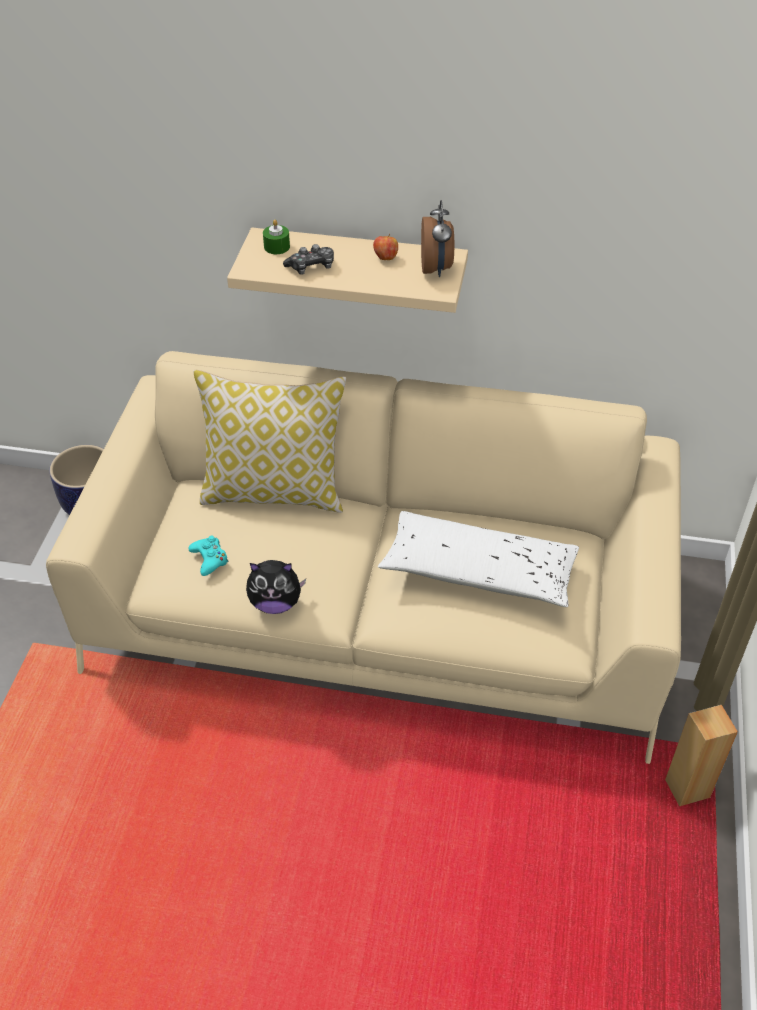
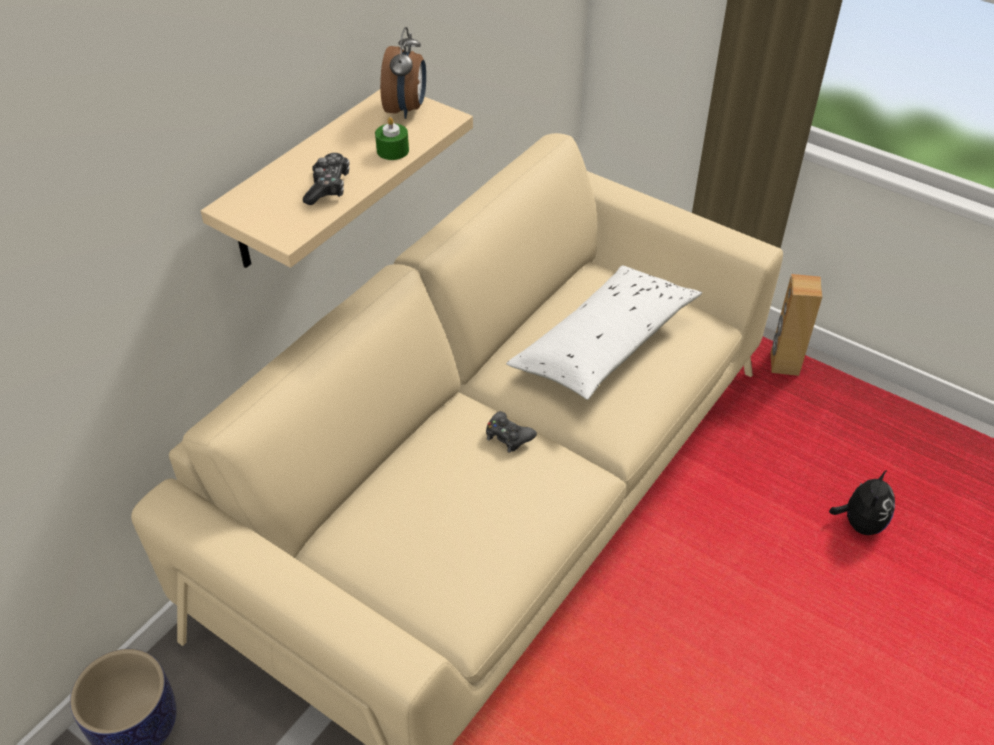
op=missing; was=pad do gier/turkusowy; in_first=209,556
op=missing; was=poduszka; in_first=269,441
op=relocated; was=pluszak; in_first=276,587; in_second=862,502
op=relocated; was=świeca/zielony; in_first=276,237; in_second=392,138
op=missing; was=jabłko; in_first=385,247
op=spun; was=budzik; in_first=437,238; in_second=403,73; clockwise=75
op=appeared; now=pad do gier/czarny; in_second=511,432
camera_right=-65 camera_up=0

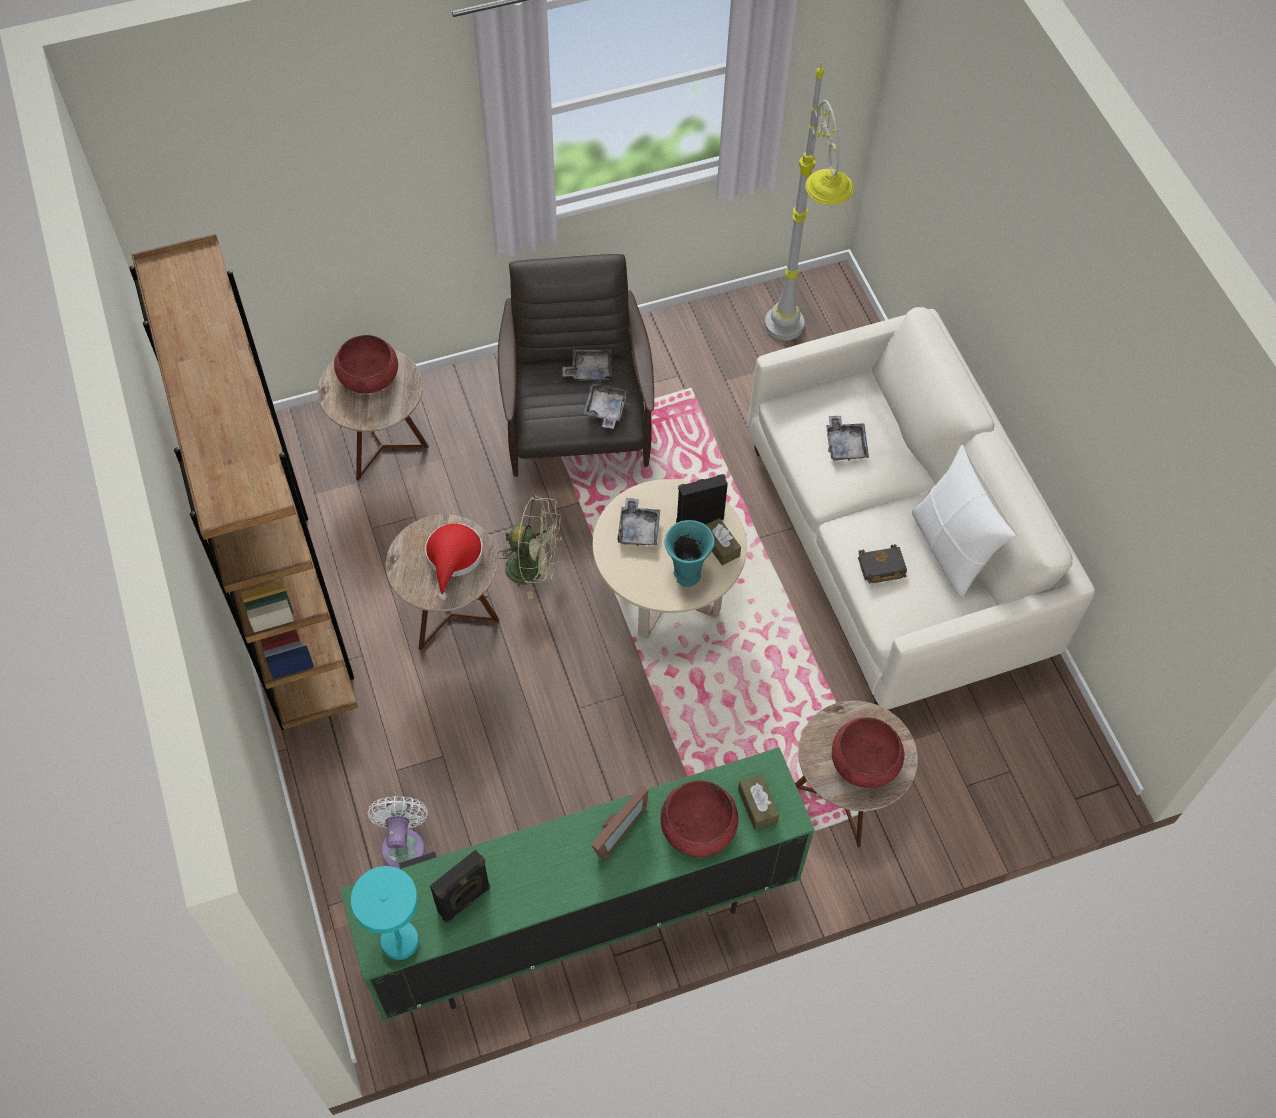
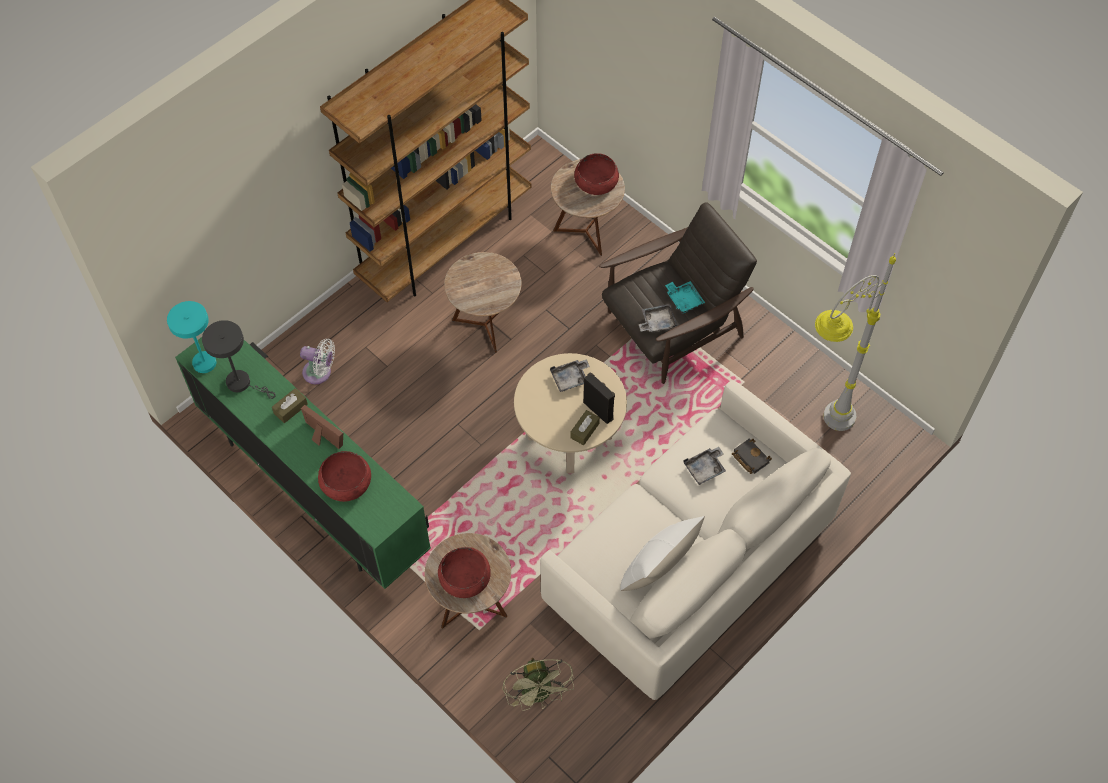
op=spun; was=wentylator/biały; in_first=398,832; in_second=317,361; clockwise=45
op=missing; was=kapelusz/czerwony; in_first=454,561
op=exchanged; was=głośnik/czarny; now=lampa stołowa/szary; in_first=460,886; in_second=239,359
op=relocated; was=wentylator/zielony; in_first=529,547; in_second=538,684
op=colour; was=taca/szary; now=taca/turkusowy; in_first=587,365; in_second=685,297
op=spun; was=ramka na zdjęcie; in_first=619,822; in_second=322,427; clockwise=-150
op=missing; was=wazon/turkusowy; in_first=689,553
op=relocated; was=pudełko chusteczek/brązowy; in_first=758,802; in_second=290,405
op=relocated; was=książka/czarny; in_first=882,564; in_second=752,456
camera_right=65 camera_up=0

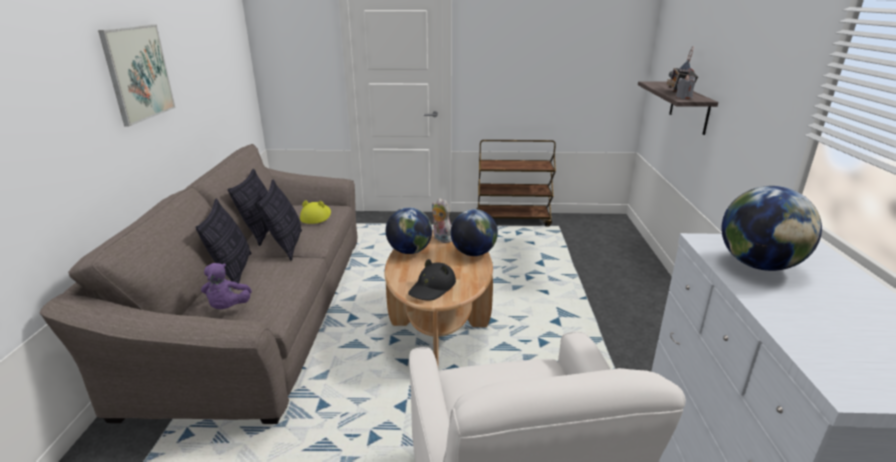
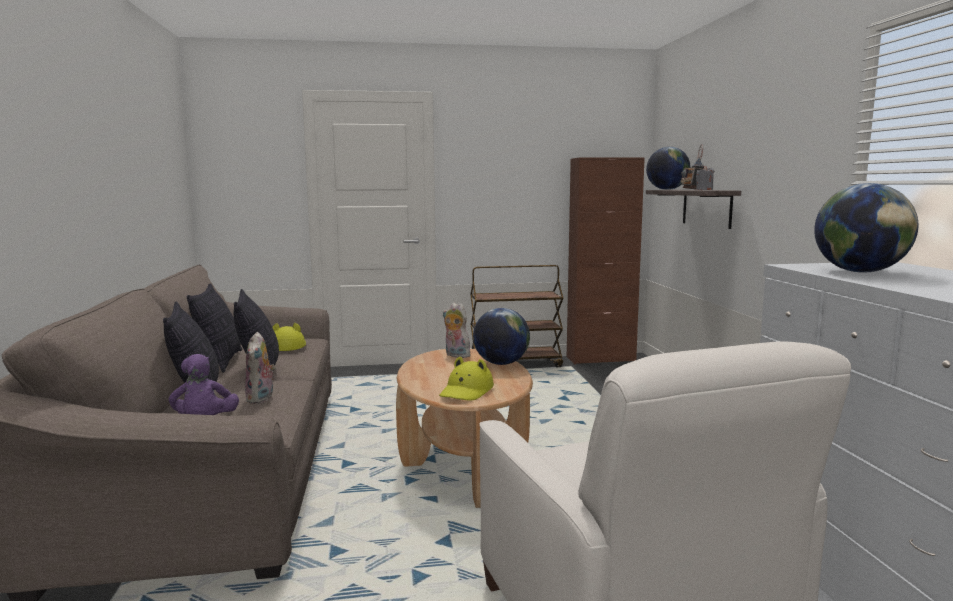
op=missing; was=obraz; in_first=137,75
op=relocated; was=globus; in_first=409,230; in_second=668,168
op=colour; was=kapelusz/czarny; now=kapelusz/żółty; in_first=432,279; in_second=466,379
op=appeared; now=pluszak; in_second=260,368
op=appeared; now=szafka/brązowy; in_second=606,261
camera_right=-10 camera_up=-15

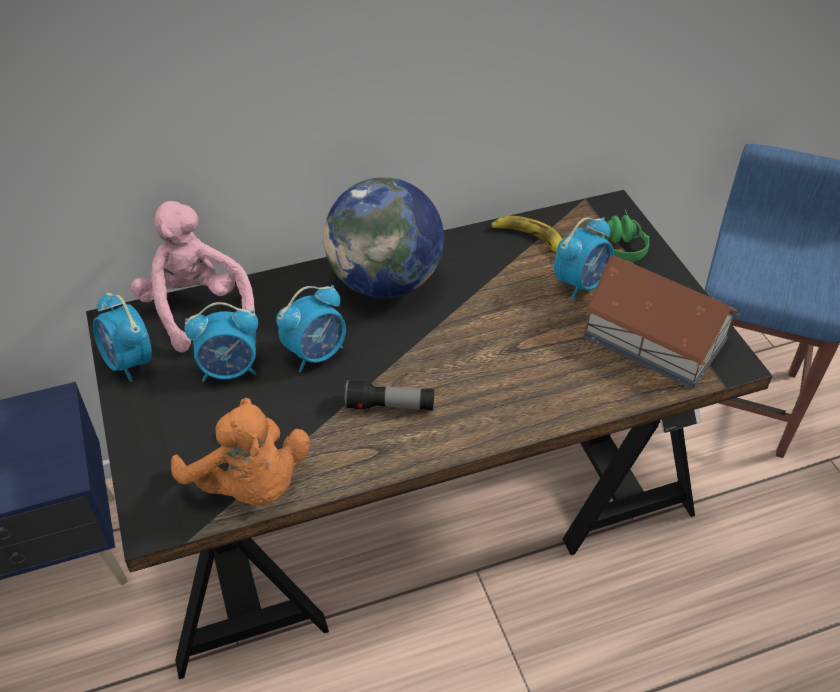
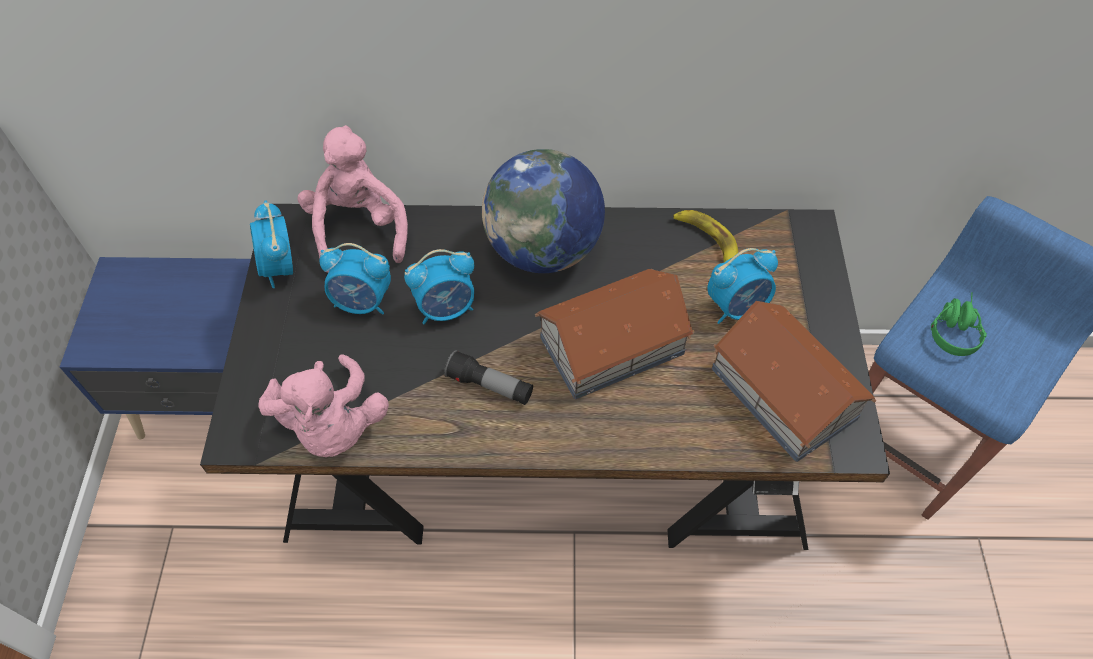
op=colour; was=pluszak/pomarańczowy; now=pluszak/różowy; in_first=240,452; in_second=323,405
op=relocated; was=słuchawki/zielony; in_first=626,235; in_second=959,324
op=appeared; now=domek; in_second=615,334
camera_right=20 camera_up=10

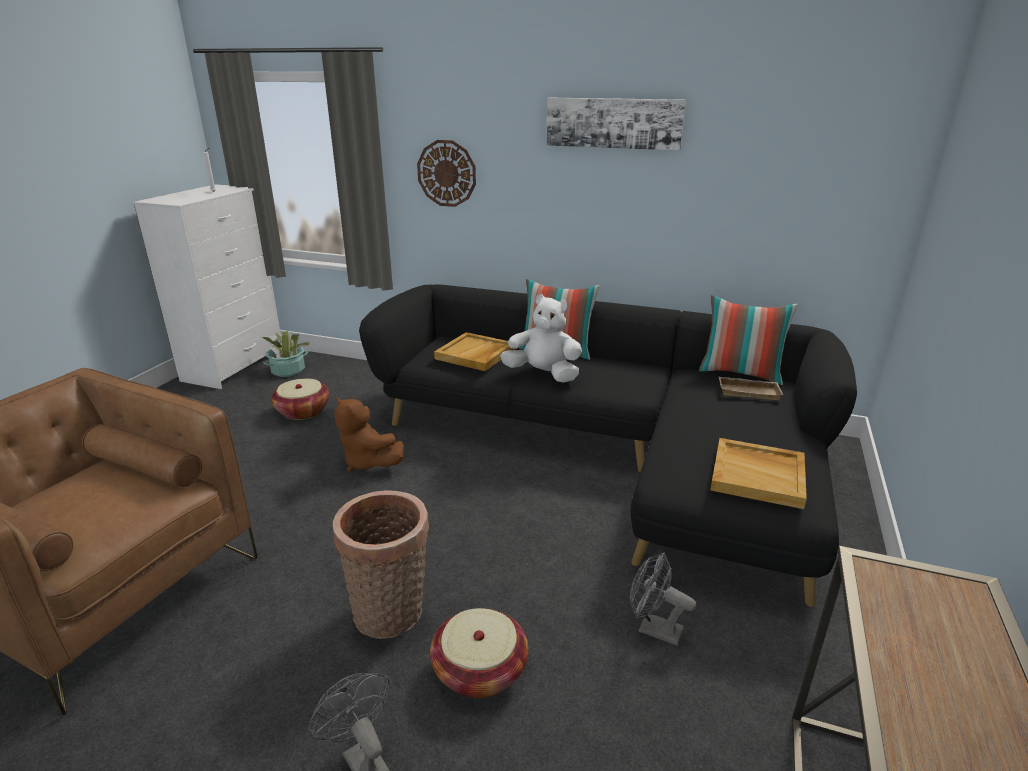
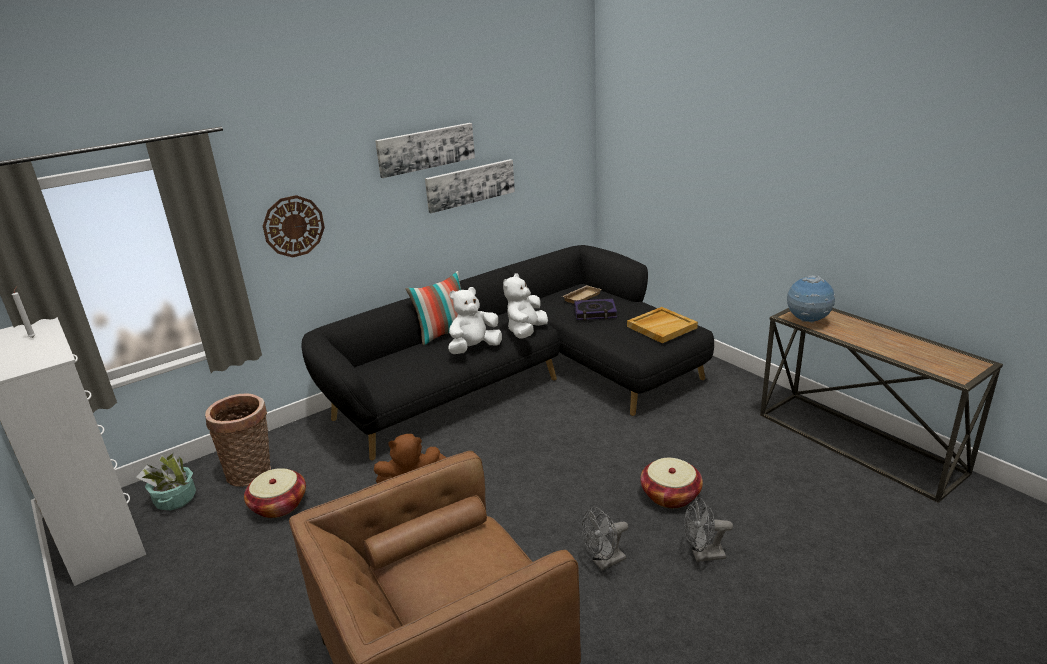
op=relocated; was=koszyk; in_first=381,564; in_second=238,440
op=missing; was=taca/beżowy; in_first=474,351
op=relocated; was=wentylator/szary; in_first=663,599; in_second=605,538
op=missing; was=poduszka; in_first=748,340
op=appeared; now=obraz; in_second=470,186
op=appeared; now=pluszak/biały; in_second=525,306
op=appeared; now=książka; in_second=595,309
op=appeared; now=globus; in_second=811,299
camera_right=-55 camera_up=0

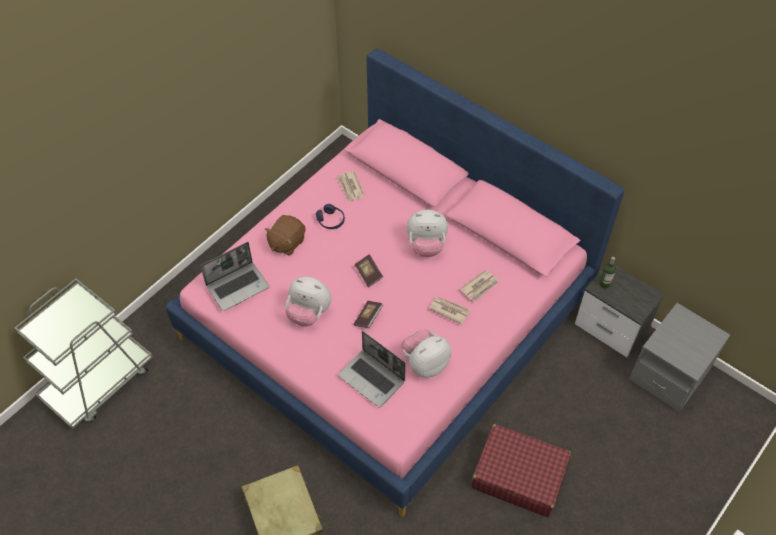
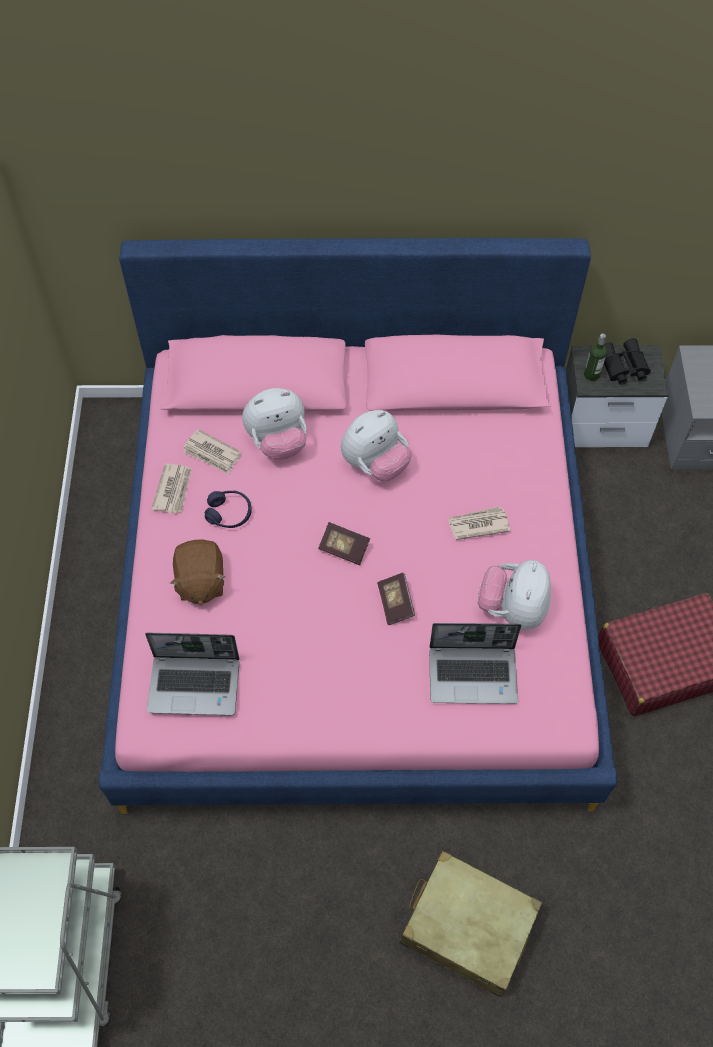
op=spun; was=laptop; in_first=235,276; in_second=192,674; clockwise=75
op=relocated; was=pluszak; in_first=308,301; in_second=274,424
op=relocated; was=gazeta; in_first=479,286; in_second=171,488
op=appeared; now=lornetka/czarny; in_second=627,361
camera_right=-40 camera_up=5

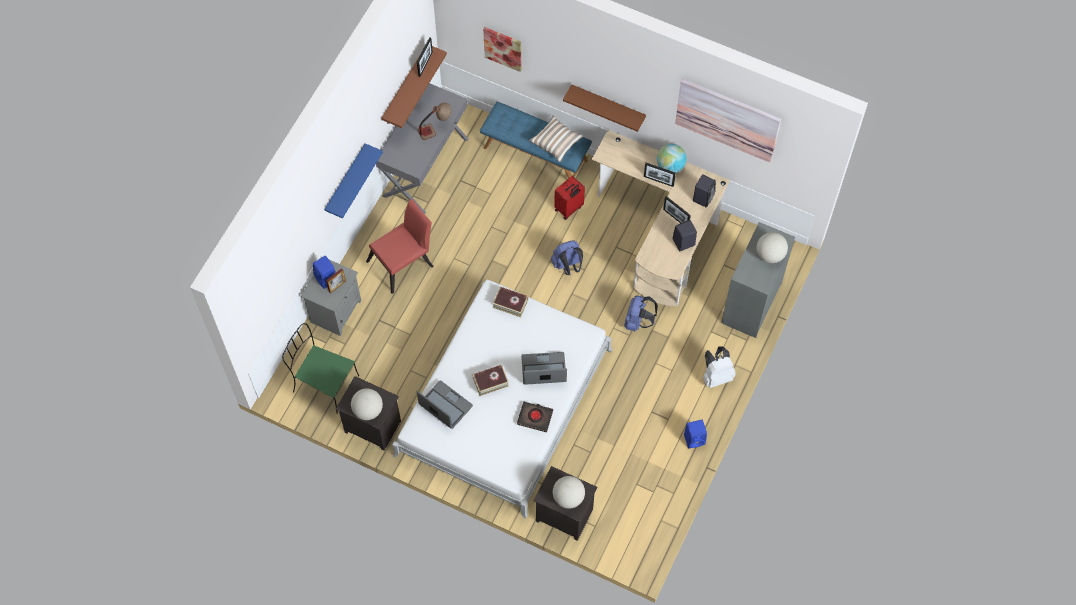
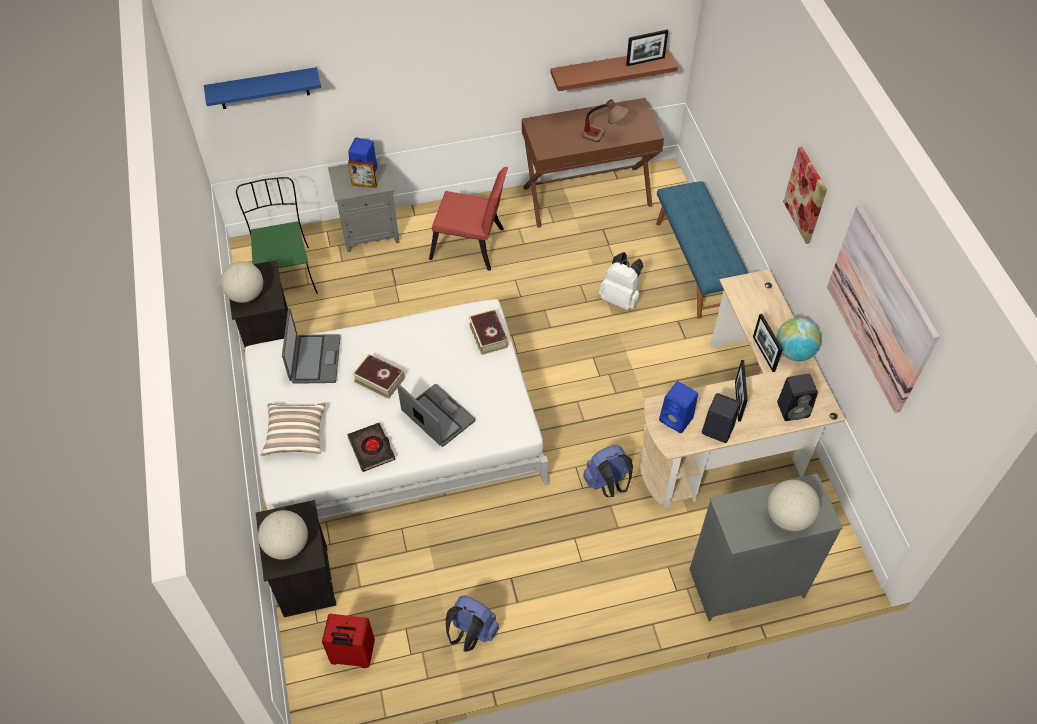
op=relocated; was=półka/niebieski; in_first=353,181; in_second=262,88
op=colour; was=stolik konsolowy/szary; now=stolik konsolowy/brązowy; in_first=422,148; in_second=593,163
op=relocated; was=obraz; in_first=502,49; in_second=805,195
op=relocated; was=poduszka; in_first=556,138; in_second=293,429
op=relocated; was=plecak/niebieski; in_first=567,257; in_second=472,623
op=relocated; was=walizka/czerwony; in_first=569,198; in_second=348,641
op=missing; was=półka/brązowy; in_first=604,108
op=relocated; was=głośnik/niebieski; in_first=695,434; in_second=678,407
op=relocated; was=plecak/biały; in_first=719,367; in_second=621,281
camera_right=50 camera_up=-10

